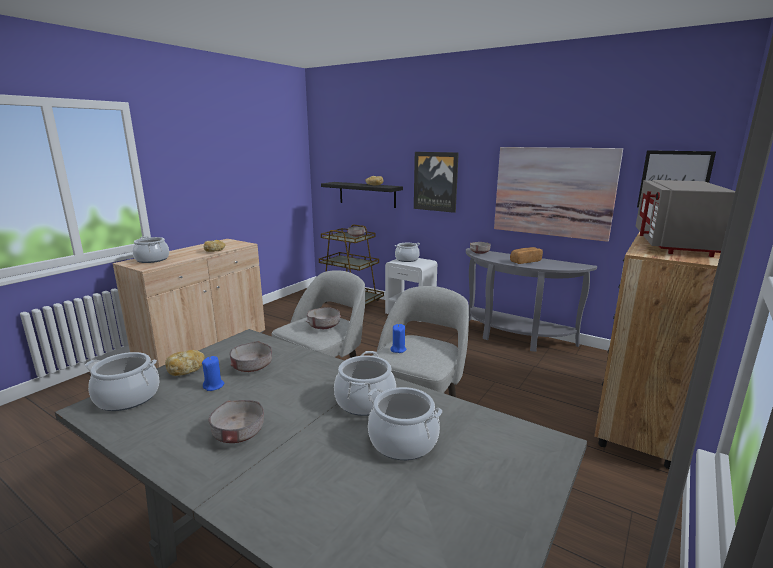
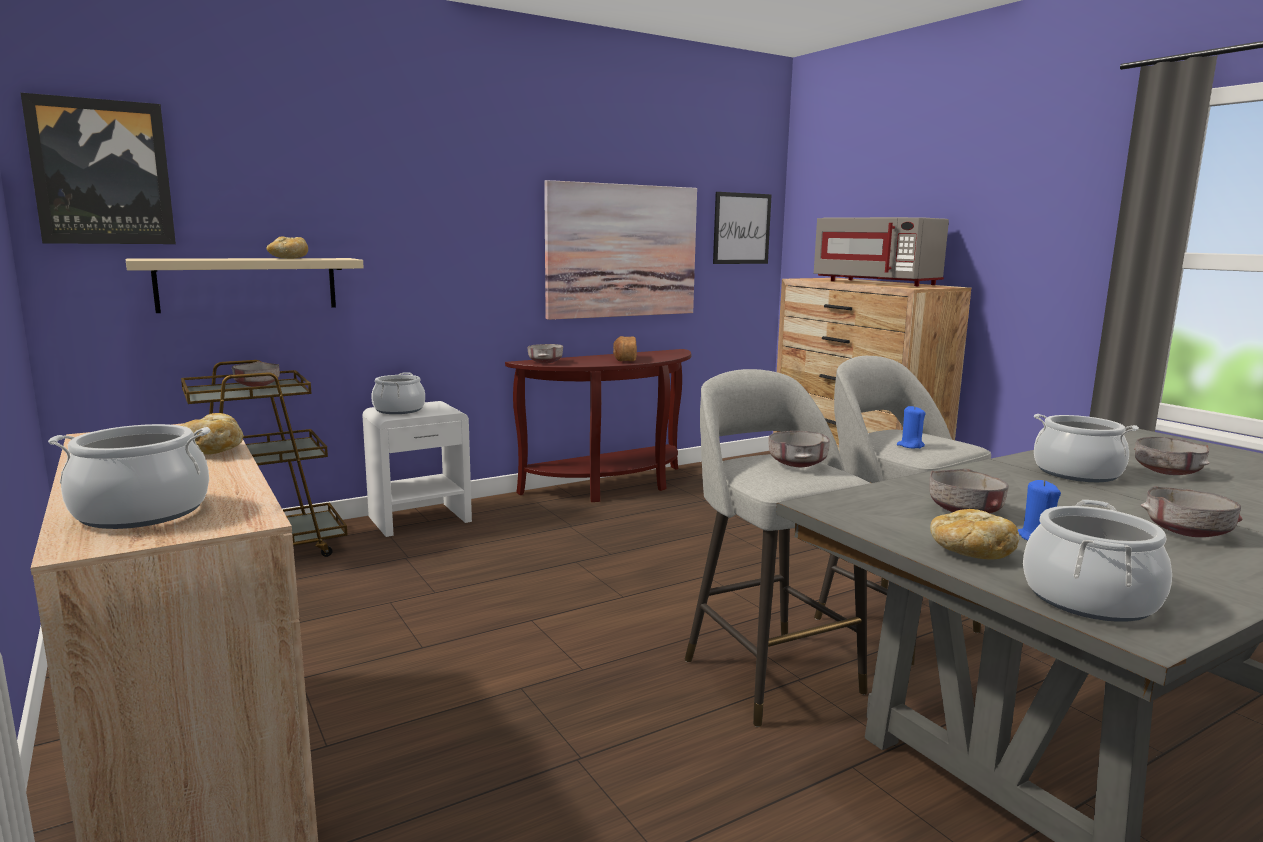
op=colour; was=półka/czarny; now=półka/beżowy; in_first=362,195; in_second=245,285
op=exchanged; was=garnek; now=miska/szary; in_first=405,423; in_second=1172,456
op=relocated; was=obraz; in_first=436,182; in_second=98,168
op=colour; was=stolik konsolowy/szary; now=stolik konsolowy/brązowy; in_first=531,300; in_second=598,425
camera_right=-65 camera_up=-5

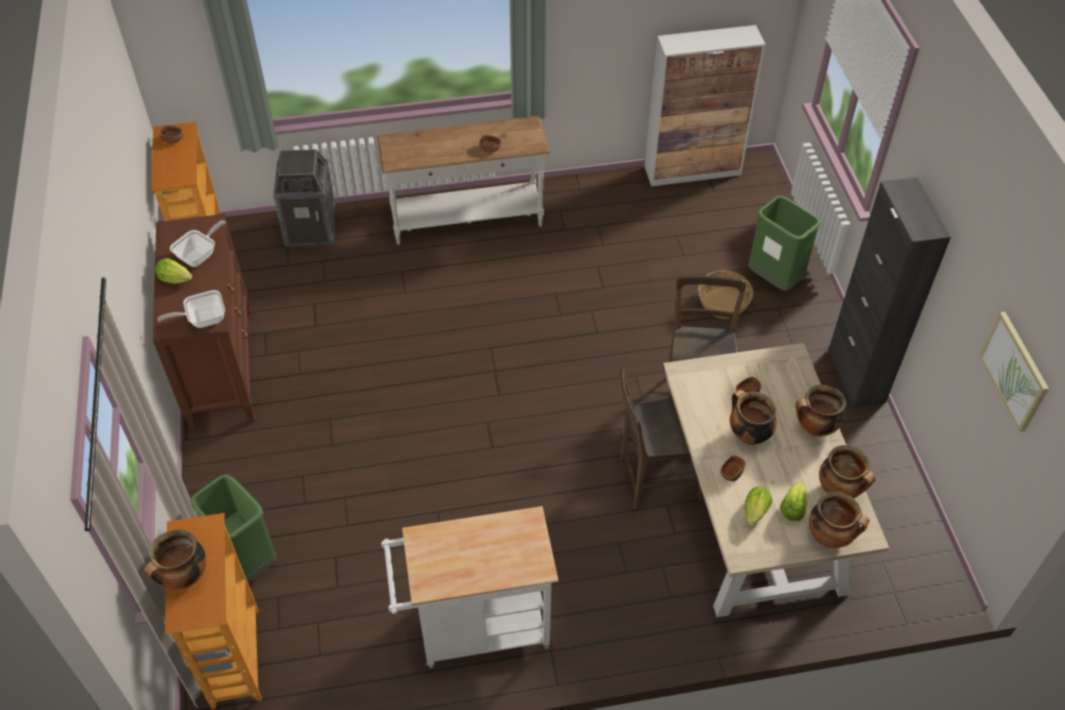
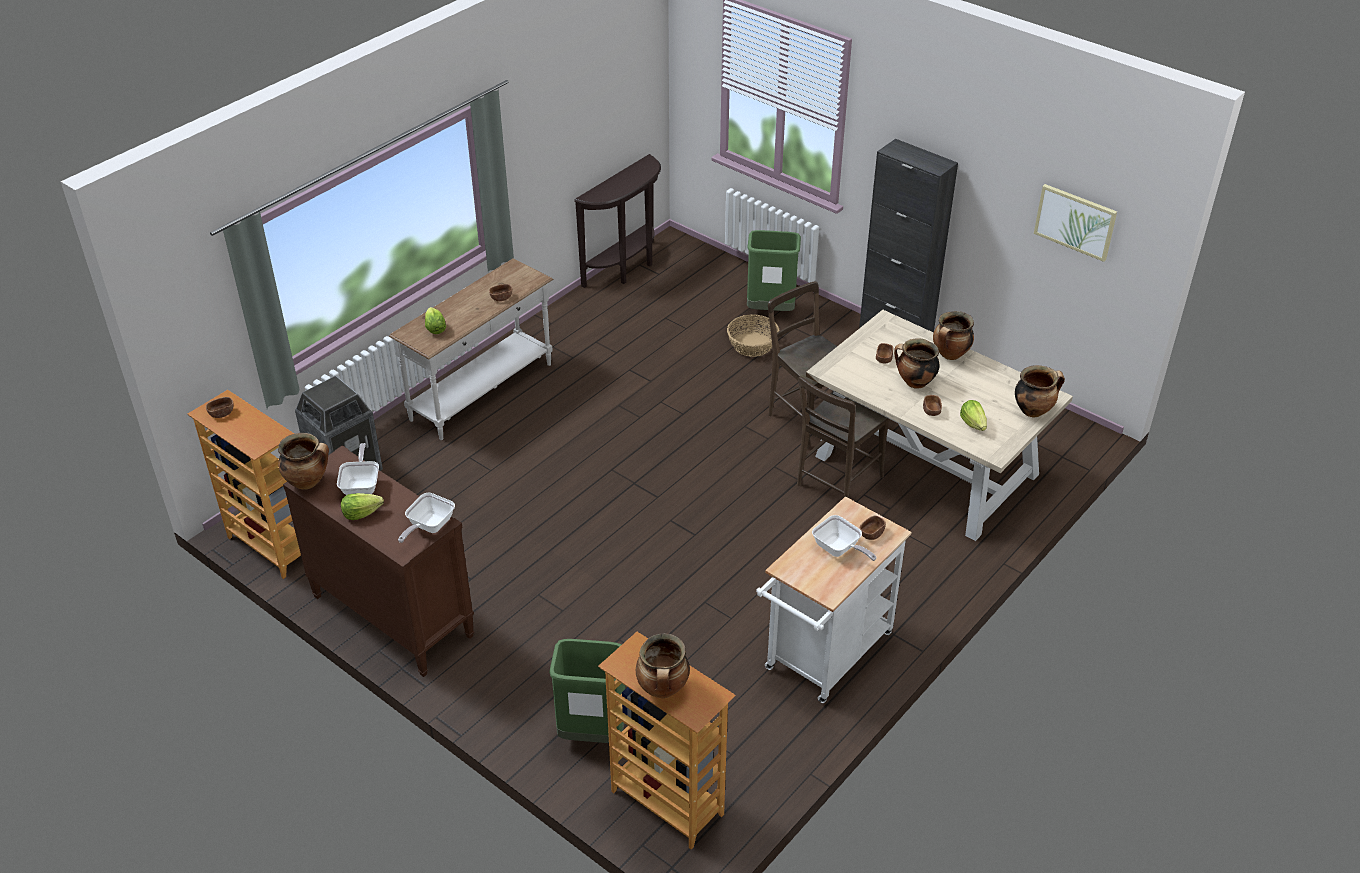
op=exchanged; was=szafka; now=stolik konsolowy/brązowy; in_first=705,105; in_second=617,221
op=relocated; was=sałata; in_first=793,501; in_second=435,320
op=relocated; was=garnek; in_first=847,471; in_second=303,461
op=appeared; now=patelnia; in_second=844,538
op=appeared; now=miska/brązowy; in_second=873,528
camera_right=-40 camera_up=-10

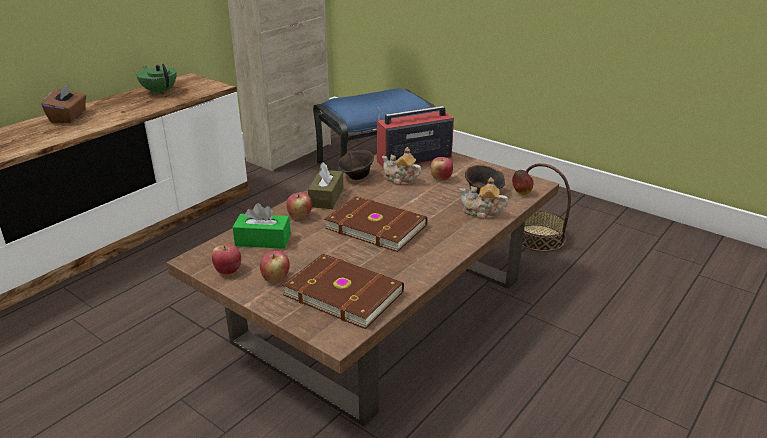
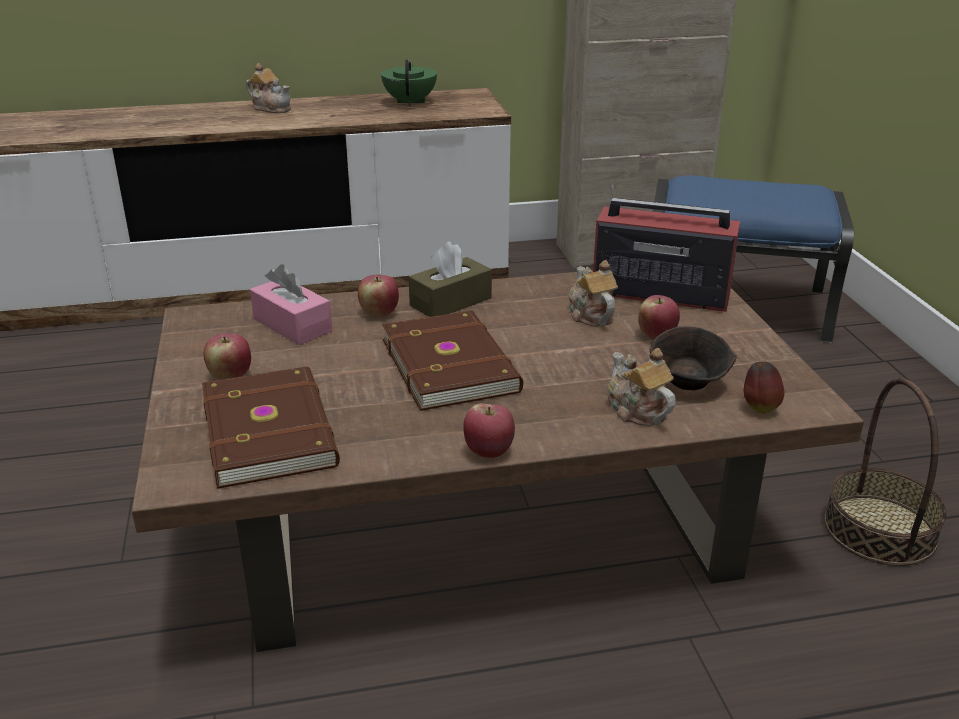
op=exchanged; was=pudełko chusteczek/brązowy; now=imbryk; in_first=63,103; in_second=268,88
op=relocated; was=jabłko; in_first=226,259; in_second=489,430
op=colour; was=pudełko chusteczek/zielony; now=pudełko chusteczek/różowy; in_first=261,226; in_second=291,305
op=missing; was=miska/brązowy; in_first=355,165
camera_right=40 camera_up=0

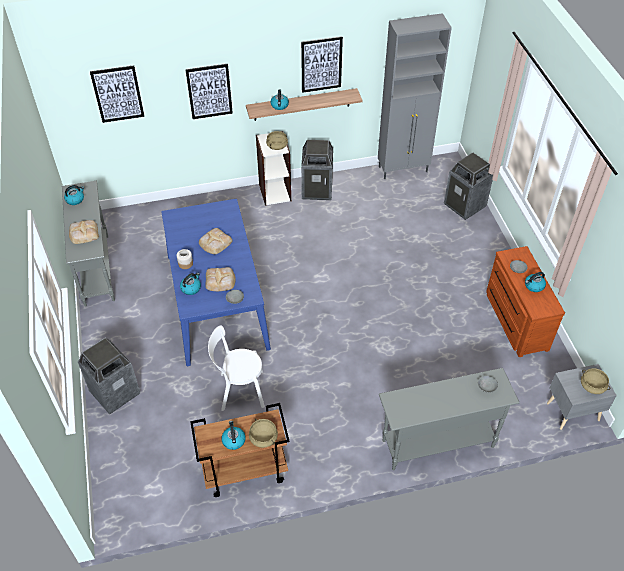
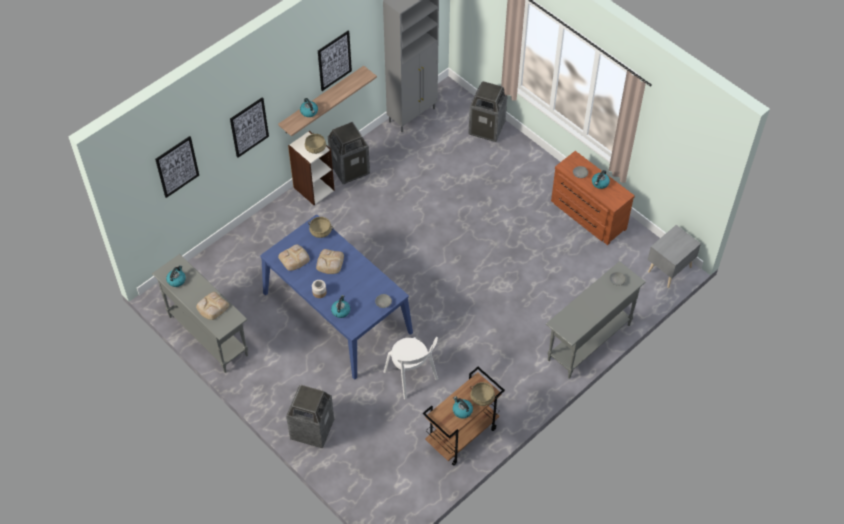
op=relocated; was=chleb; in_first=220,279; in_second=294,257
op=spun; was=krzesło/biały; in_first=236,368; in_second=411,368; clockwise=-90
op=relocated; was=garnek/beżowy; in_first=596,381; in_second=321,227
camera_right=-30 camera_up=5

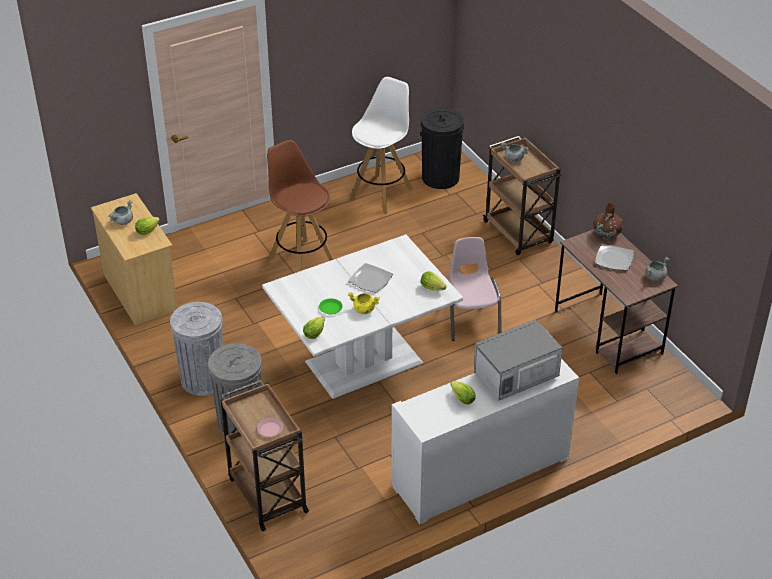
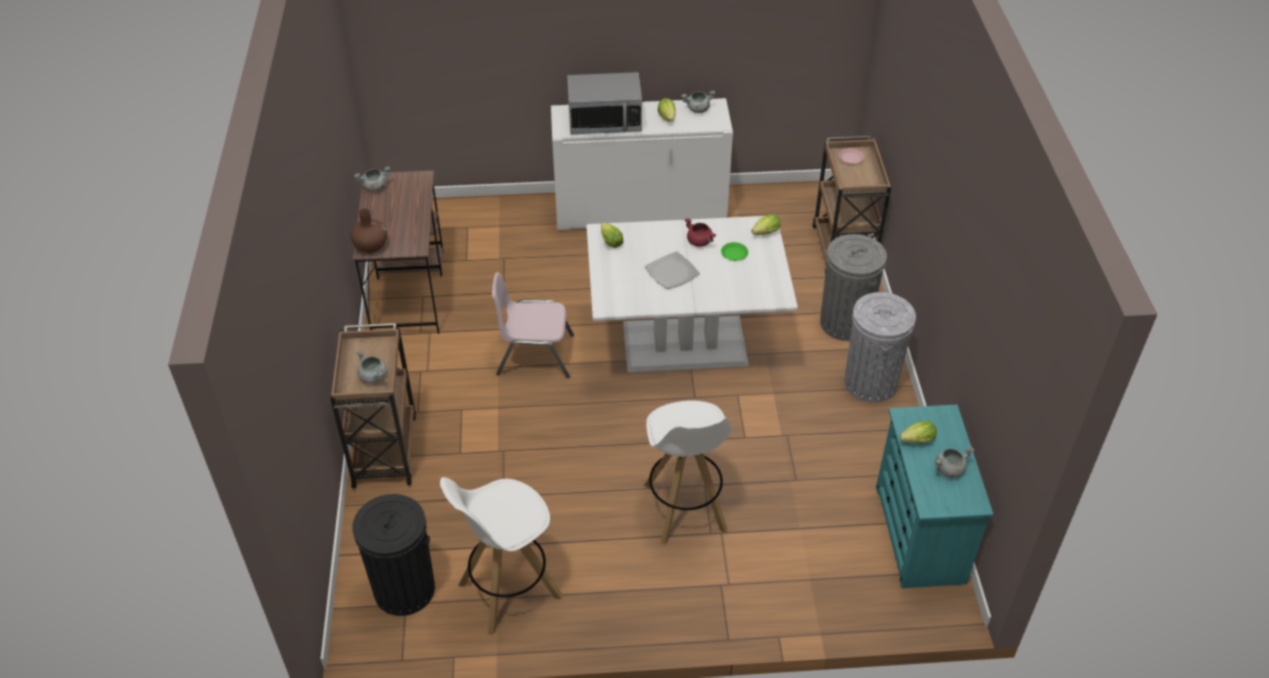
op=colour; was=komoda/beżowy; now=komoda/turkusowy; in_first=134,259; in_second=935,496
op=colour; was=stołek/brązowy; now=stołek/biały; in_first=300,206; in_second=688,473
op=colour; was=garnek/żółty; now=garnek/czerwony; in_first=364,303; in_second=700,232
op=spun; was=krzesło/różowy; in_first=475,289; in_second=533,325; clockwise=75
op=missing; was=talerz; in_first=614,257
op=appeared; now=garnek/szary; in_second=698,101
camera_right=-155 camera_up=5

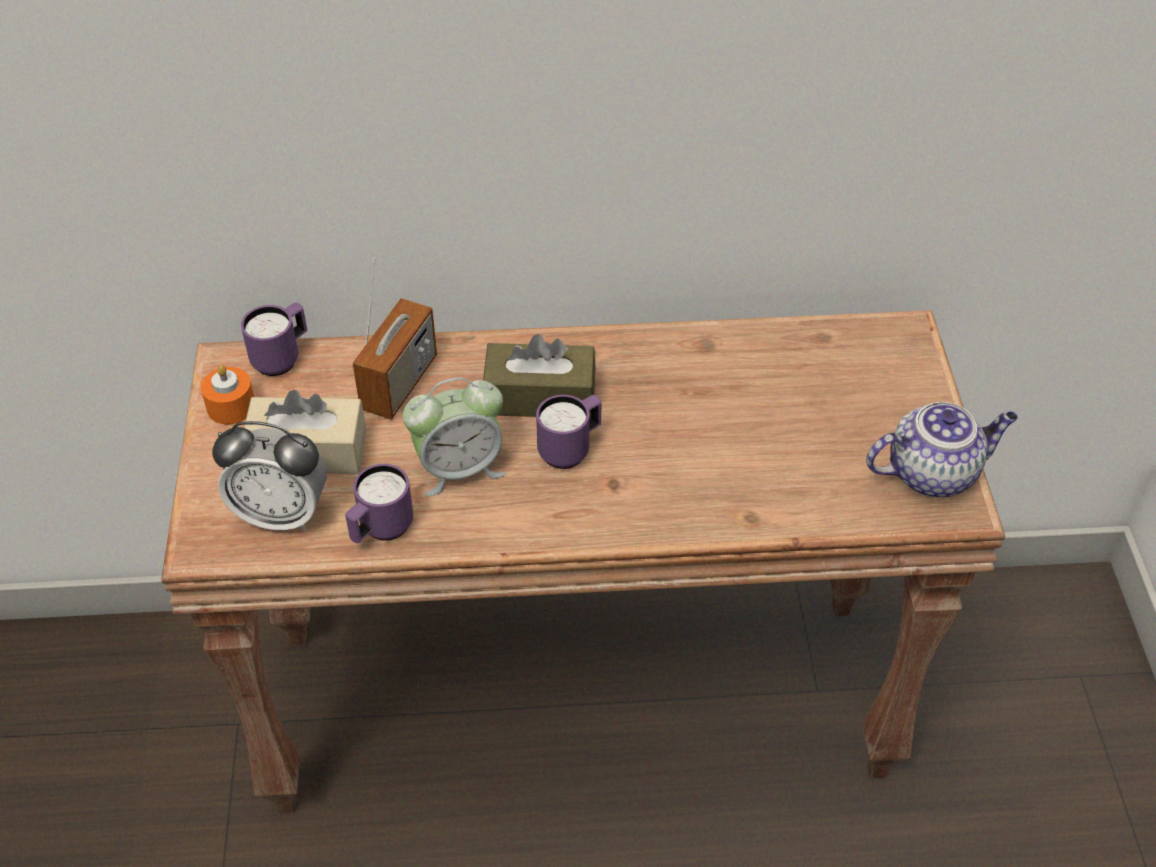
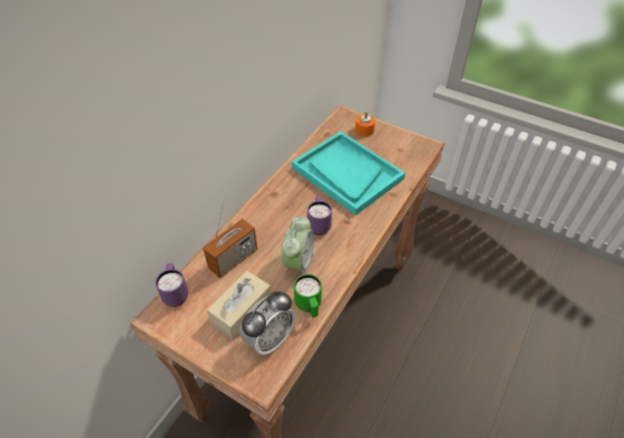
op=relocated; was=świeca/pomarańczowy; in_first=227,395; in_second=365,124
op=colour; was=kubek/fioletowy; now=kubek/zielony; in_first=379,503; in_second=308,296
op=spun; was=radio; in_first=394,339; in_second=230,238; clockwise=75
op=missing; was=pudełko chusteczek/brązowy; in_first=539,375
op=missing; was=imbryk; in_first=942,449
op=appeared; now=taca/turkusowy; in_second=348,173
camera_right=-55 camera_up=0

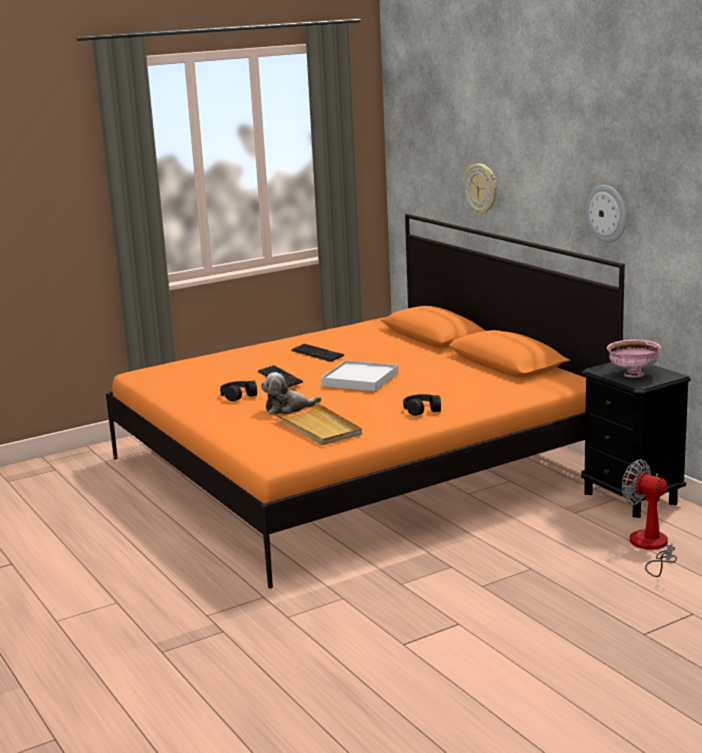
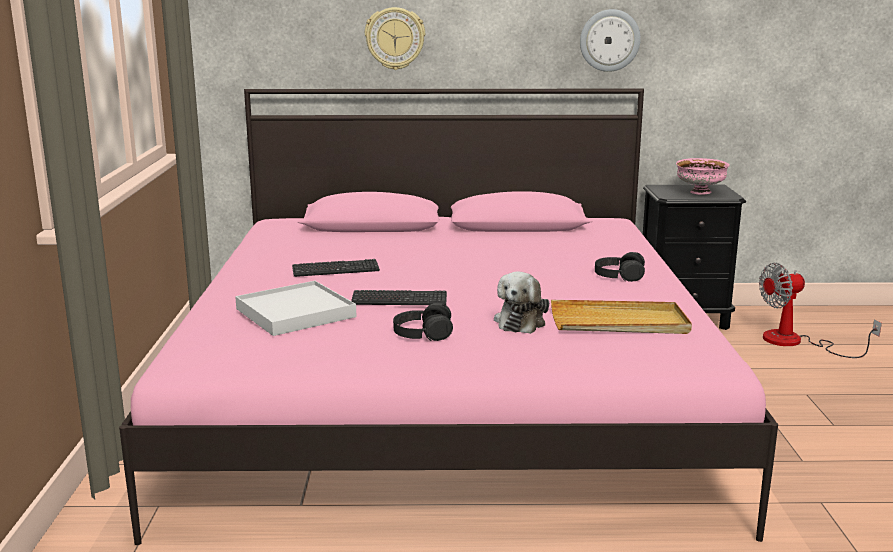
op=colour; was=łóżko/pomarańczowy; now=łóżko/różowy; in_first=365,401; in_second=448,317
op=relocated; was=taca/biały; in_first=359,375; in_second=296,308
camera_right=-60 camera_up=0

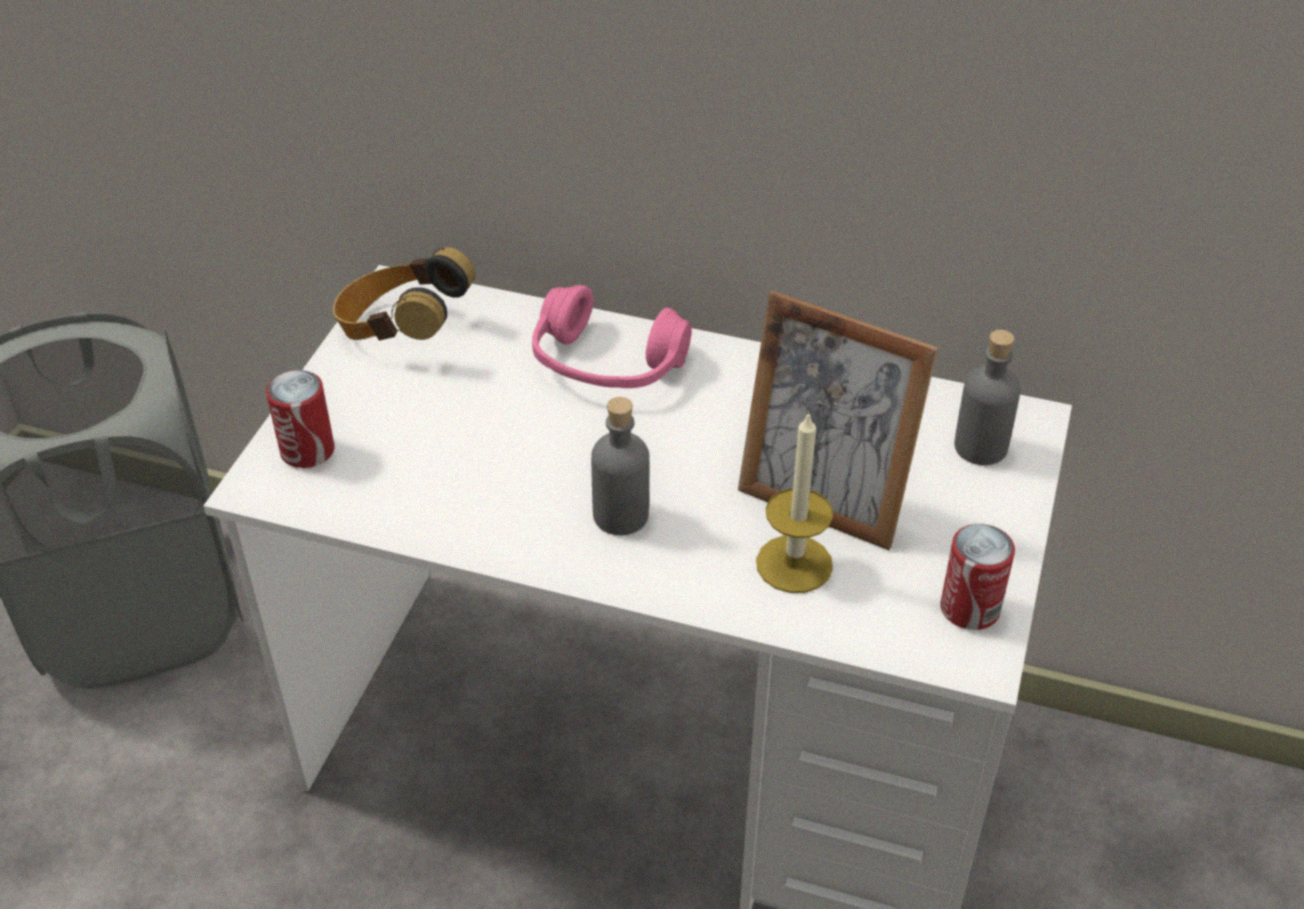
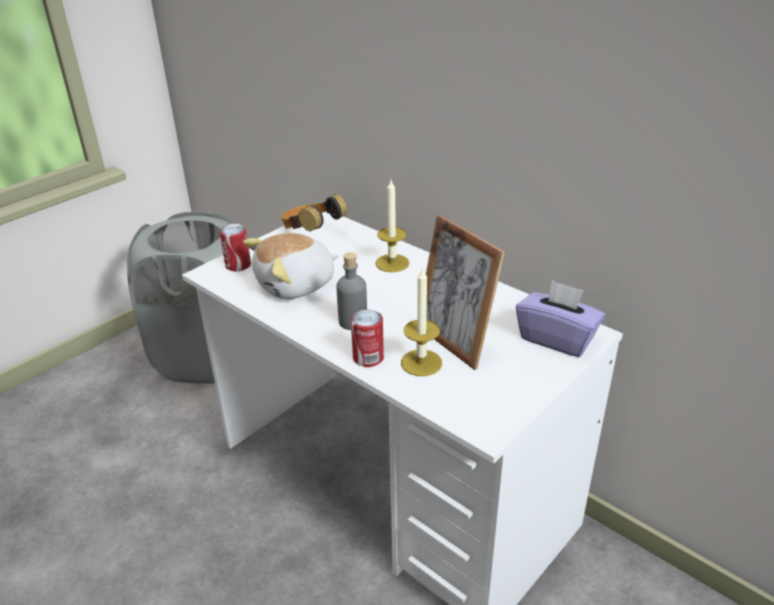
op=exchanged; was=słuchawki/różowy; now=świeca; in_first=611,336; in_second=392,226
op=relocated; was=puszka; in_first=977,577; in_second=367,338
op=exchanged; was=butelka/szary; now=pudełko chusteczek/fioletowy; in_first=987,397; in_second=560,318
op=appeared; now=pluszak; in_second=291,266
camera_right=25 camera_up=-10

